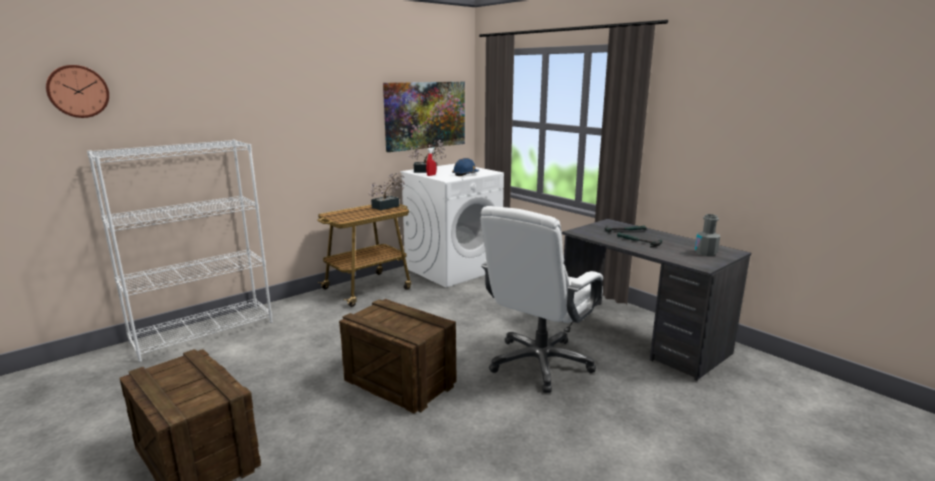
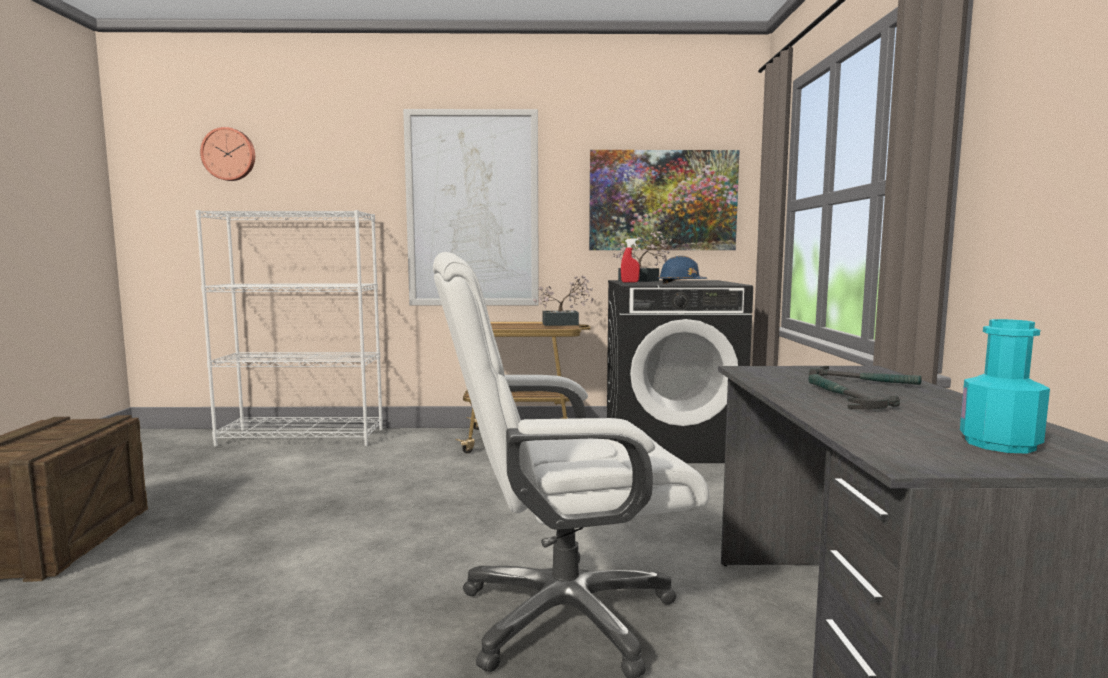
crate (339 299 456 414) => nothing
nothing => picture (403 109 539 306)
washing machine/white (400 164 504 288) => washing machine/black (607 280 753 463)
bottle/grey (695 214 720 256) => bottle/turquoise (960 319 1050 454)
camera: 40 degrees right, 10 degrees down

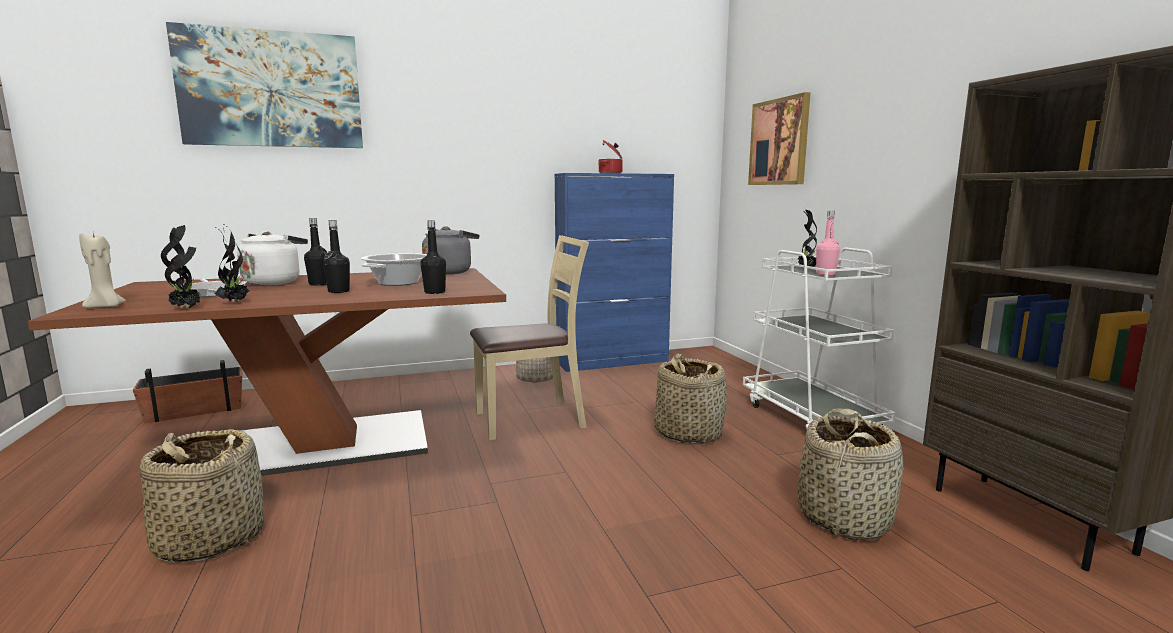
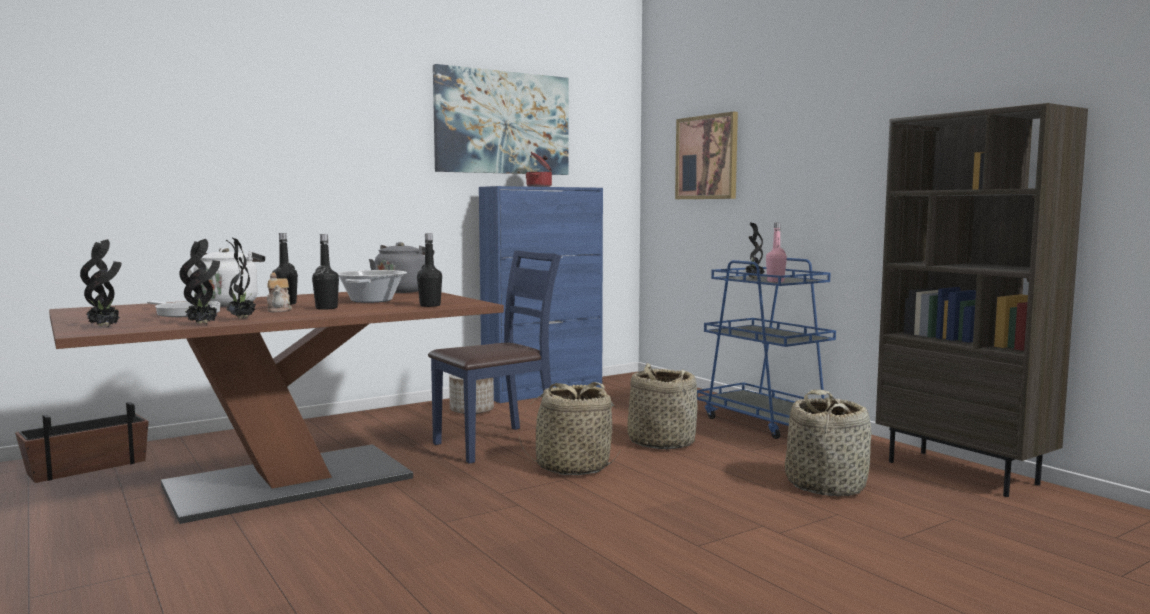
nothing => teapot (267 272 292 312)
basket (140 429 264 563) => basket (519 382 620 475), relocated
picture (166 22 363 148) => picture (433 64 569 175), relocated
candle/beige (79 232 126 308) => potted plant (80 239 122 327)
chair/beige (470 235 589 441) => chair/blue (428 250 561 464)
cart/white (743 247 896 429) => cart/blue (697 258 836 439)
camera: 15 degrees left, 5 degrees down

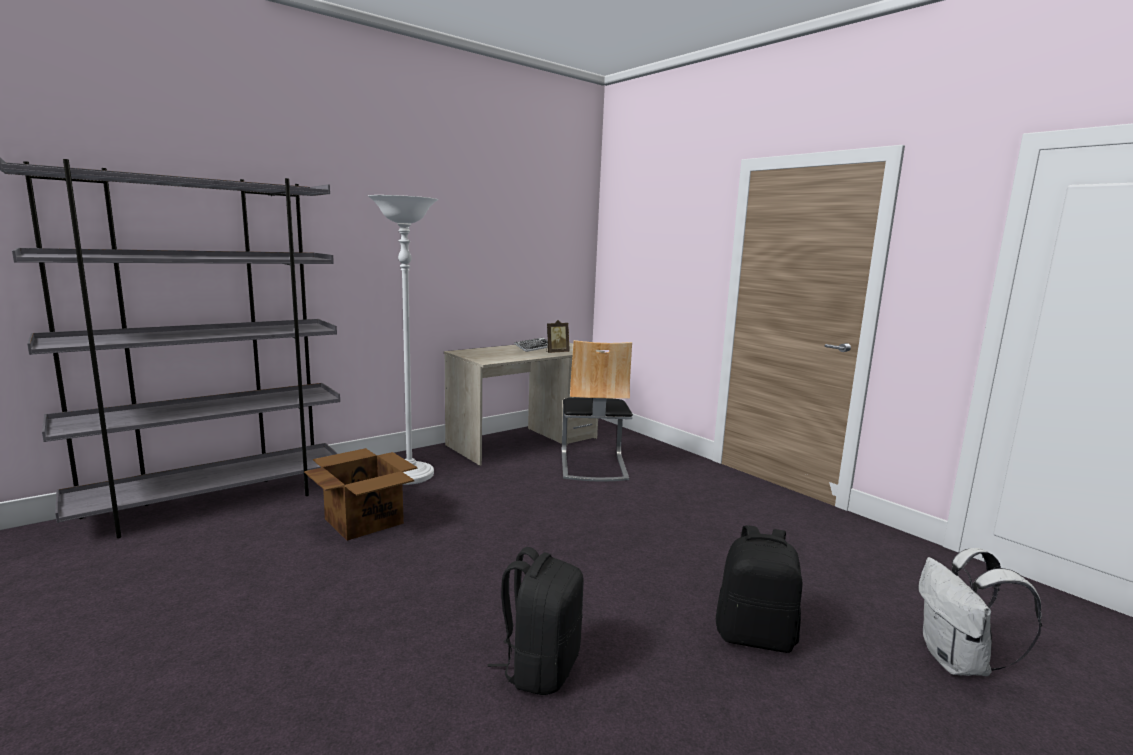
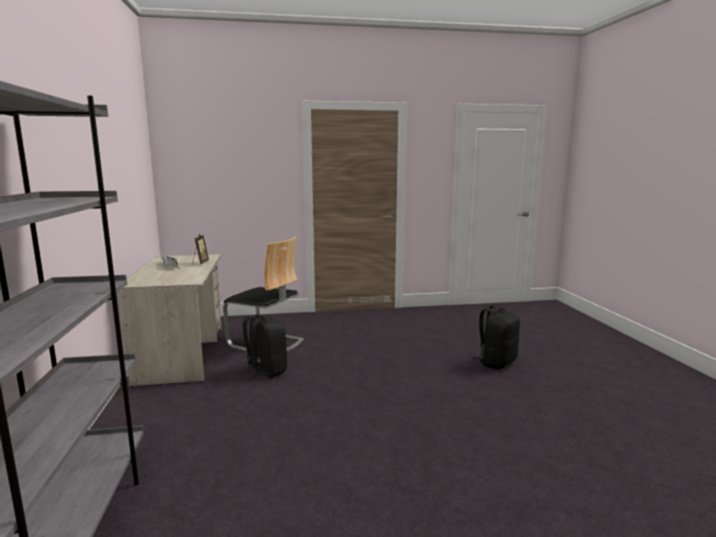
cardboard box (304 448 418 541) => nothing
floor lamp/white (368 195 438 485) => nothing
backpack/white (918 548 1042 676) => nothing
backpack/black (488 547 584 695) => backpack/black (239 315 287 380), relocated
camera: 60 degrees left, 0 degrees up

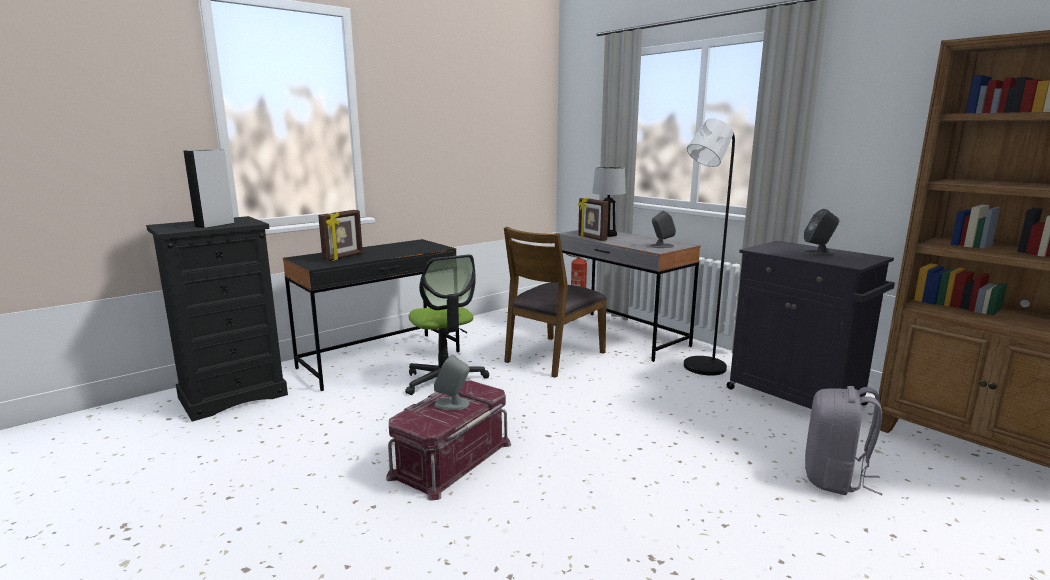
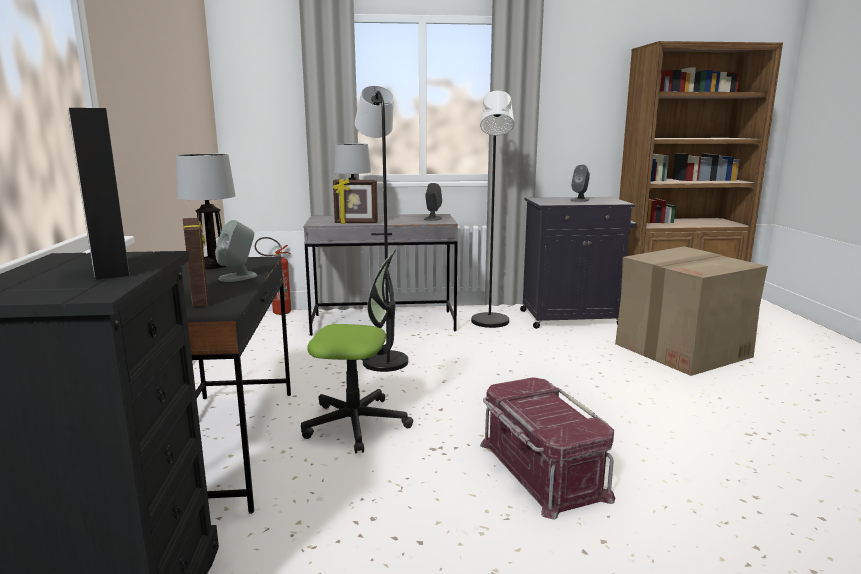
nothing => table lamp (176 154 236 269)
speaker/grey (434 354 470 410) => speaker/grey (215 220 257 282), relocated
chair/brown (504 227 607 378) => floor lamp/black (355 86 408 372)
backpack/grey (805 386 883 495) => cardboard box (615 246 768 376)
camera: 55 degrees left, 0 degrees up

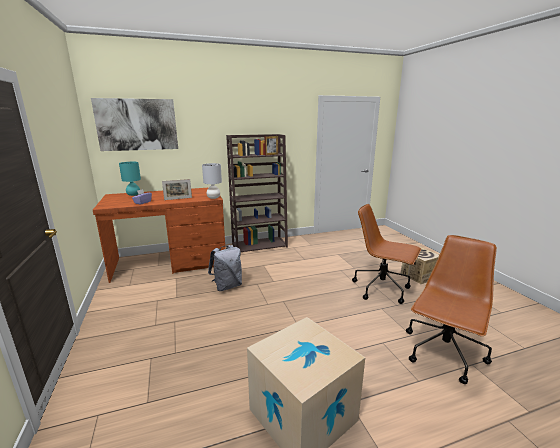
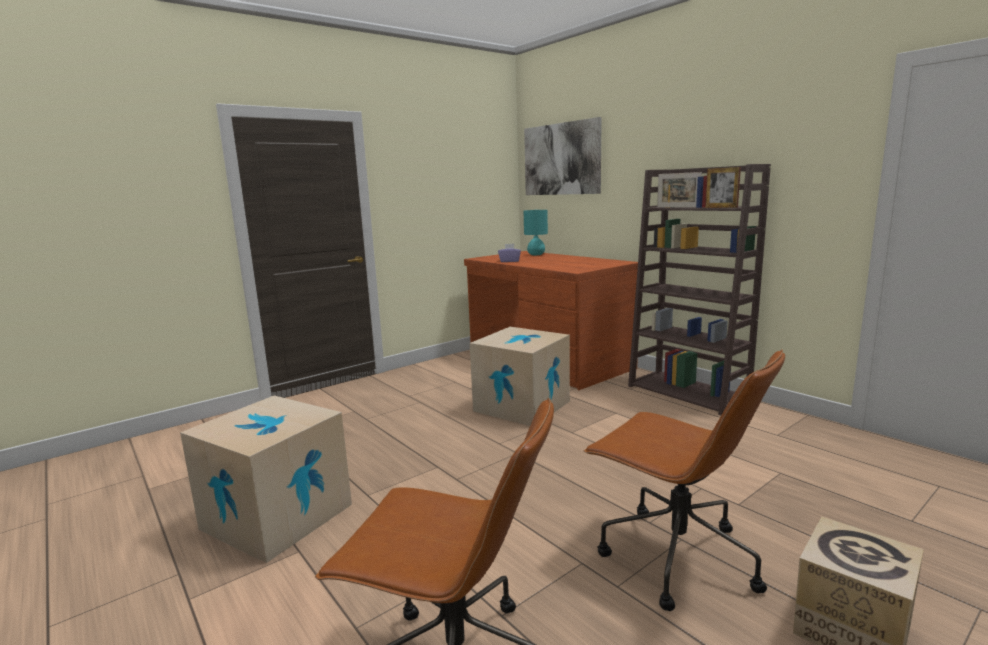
table lamp/grey (202 163 222 199) => nothing
picture frame (162 179 192 200) => picture frame (657 172 702 207), relocated
backpack/grey (208 245 242 291) => cardboard box (470 327 570 426)
office chair/brown (352 204 421 304) => office chair/brown (584 350 785 611), 120 degrees clockwise
camera: 70 degrees right, 5 degrees down

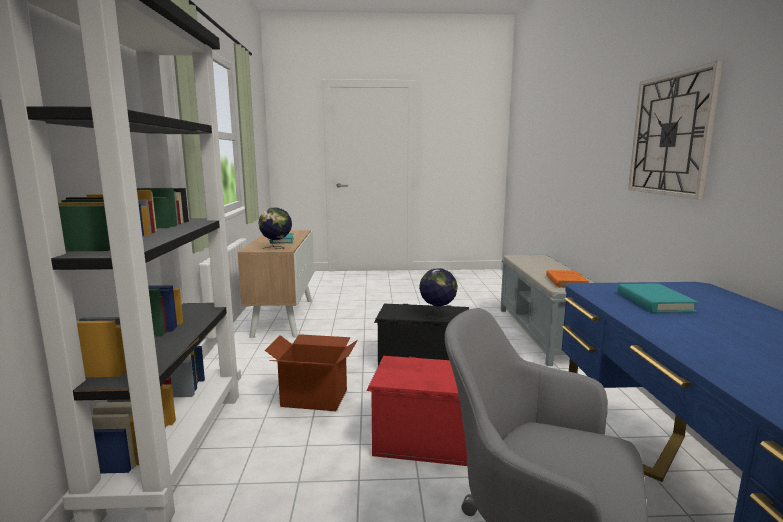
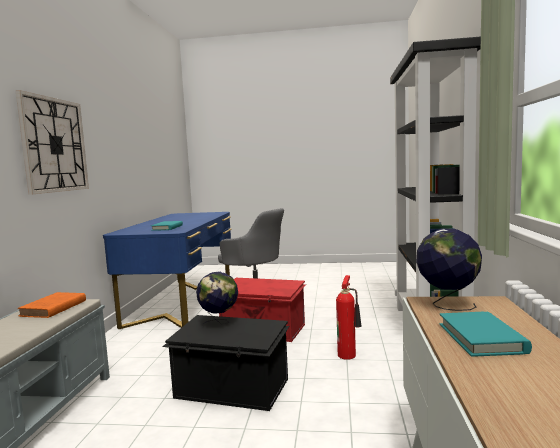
cardboard box (265 334 358 411) => fire extinguisher (336 275 361 360)
camera: 170 degrees left, 5 degrees down

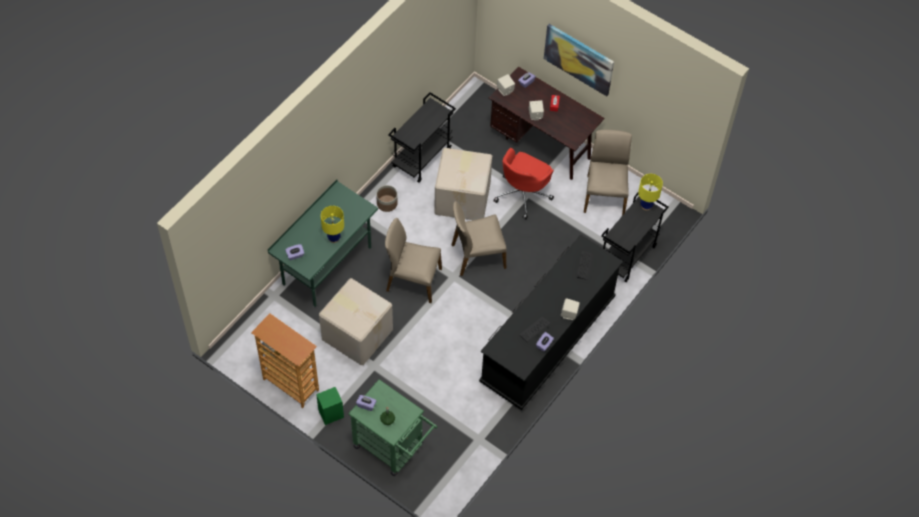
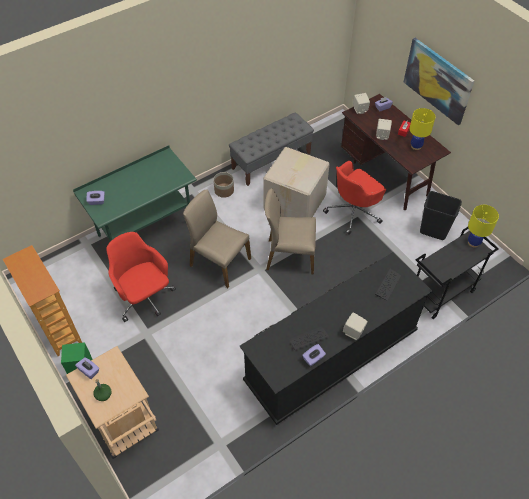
table lamp/yellow (321 206 344 243) => table lamp/yellow (410 108 435 150), relocated
cardboard box (319 278 393 365) => office chair/red (106 232 176 322)
cart/black (388 92 456 183) => bench/grey (229 112 314 186)
chair/beige (584 130 632 216) => trash can/black (420 191 462 240)
cart/green (348 379 437 476) => cart/beige (66 346 159 459)
camera: 20 degrees right, 5 degrees down

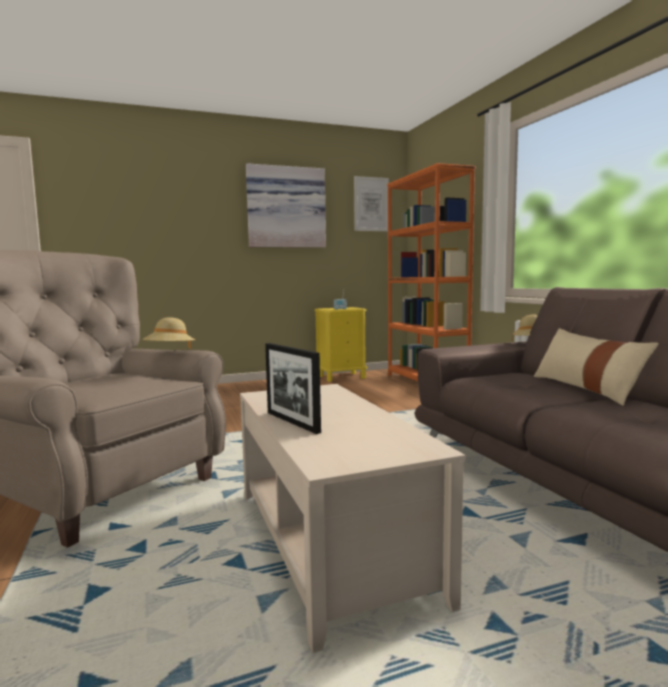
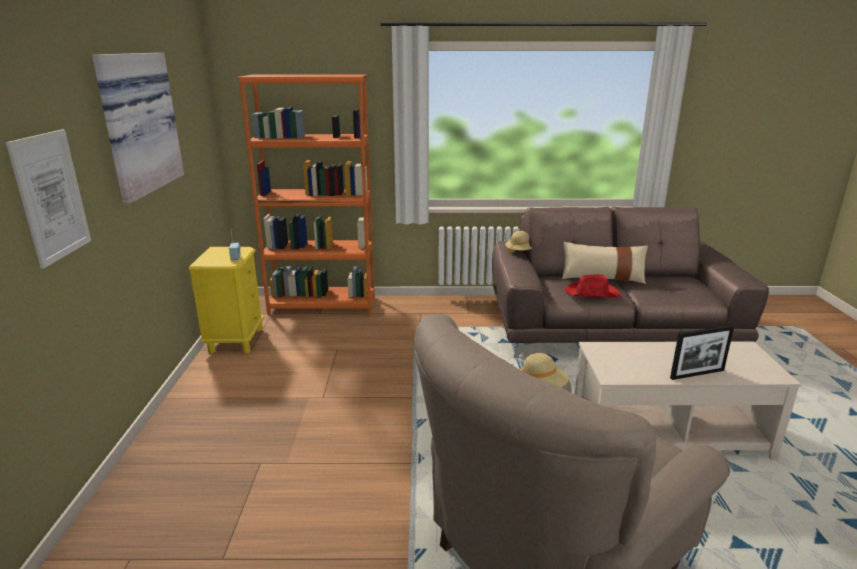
nothing => hat/red (565 274 620 298)
picture (354 176 389 231) => picture (6 129 91 269), relocated
camera: 70 degrees left, 15 degrees up

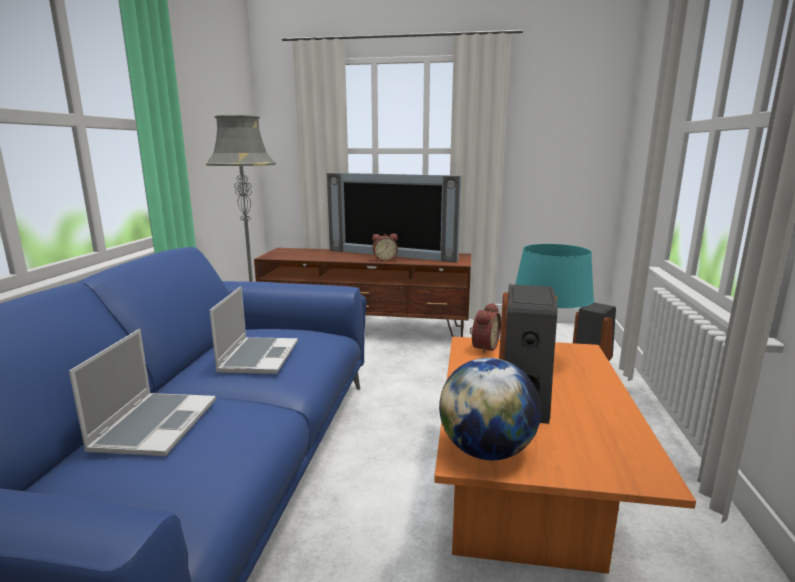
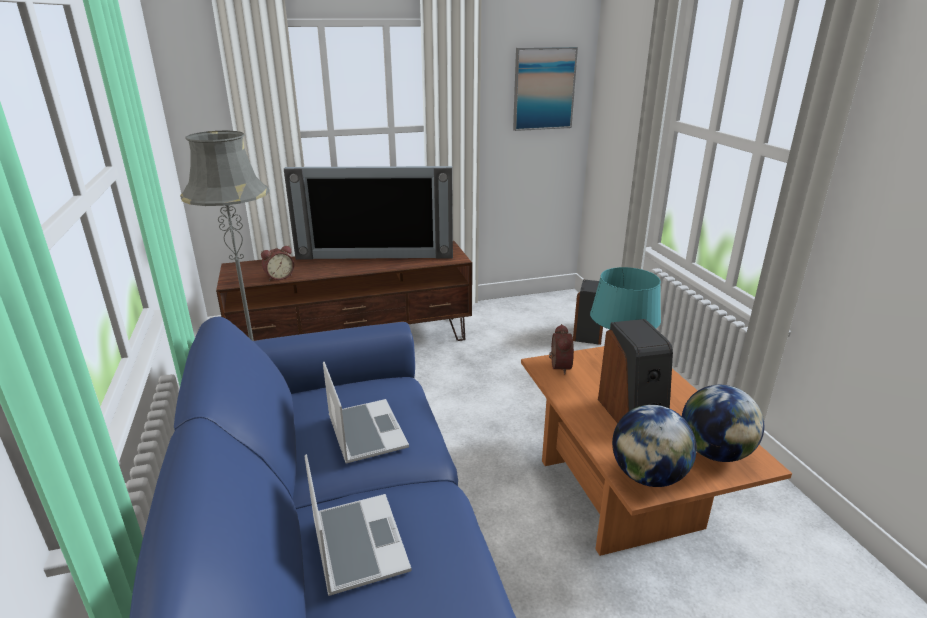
nothing => picture (513 47 578 131)
nothing => globe (682 385 764 462)
alarm clock (372 233 398 261) => alarm clock (261 246 294 281), relocated
camera: 25 degrees left, 10 degrees up

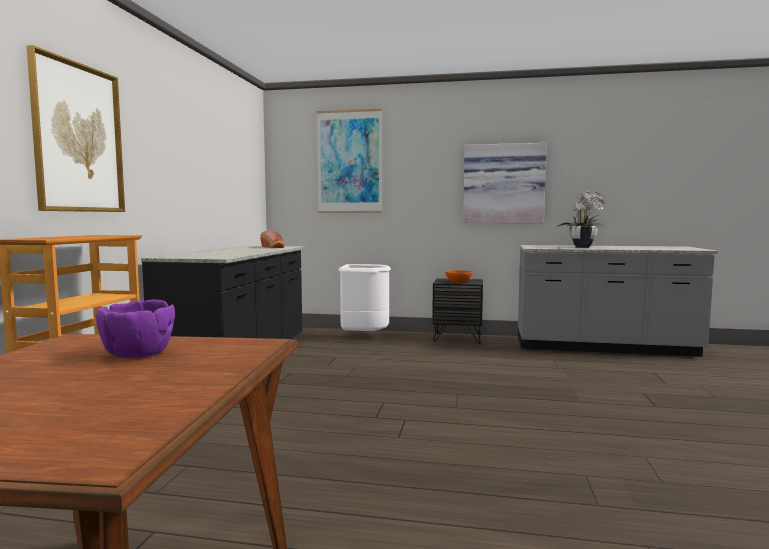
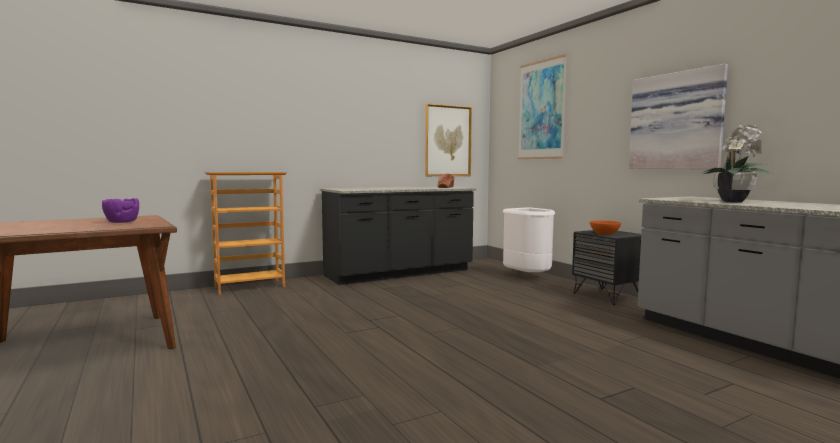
picture (26 45 125 212) => picture (425 104 472 176), relocated
camera: 50 degrees right, 0 degrees up

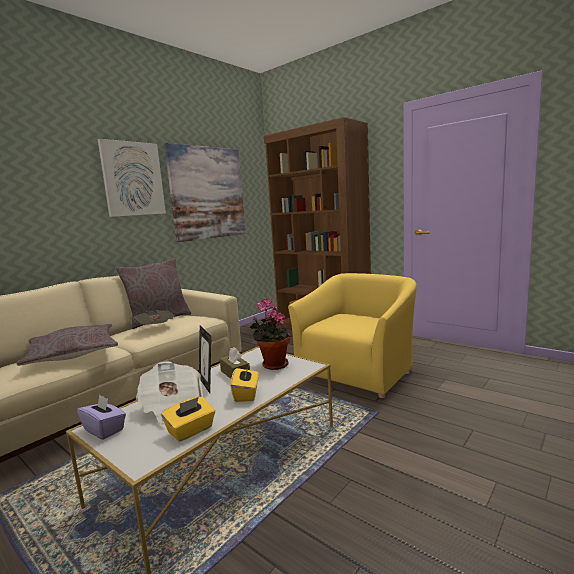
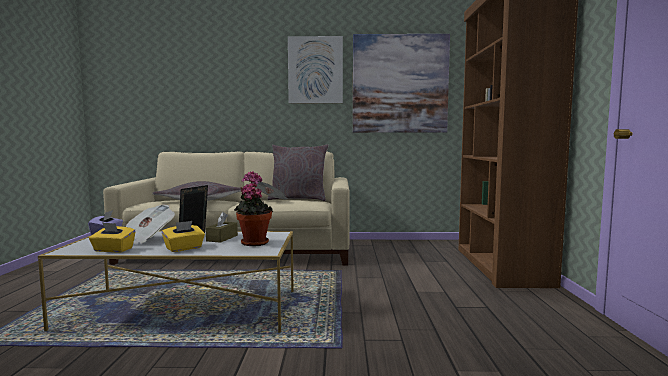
armchair/yellow (288 273 417 398) => nothing
camera: 50 degrees right, 5 degrees down

